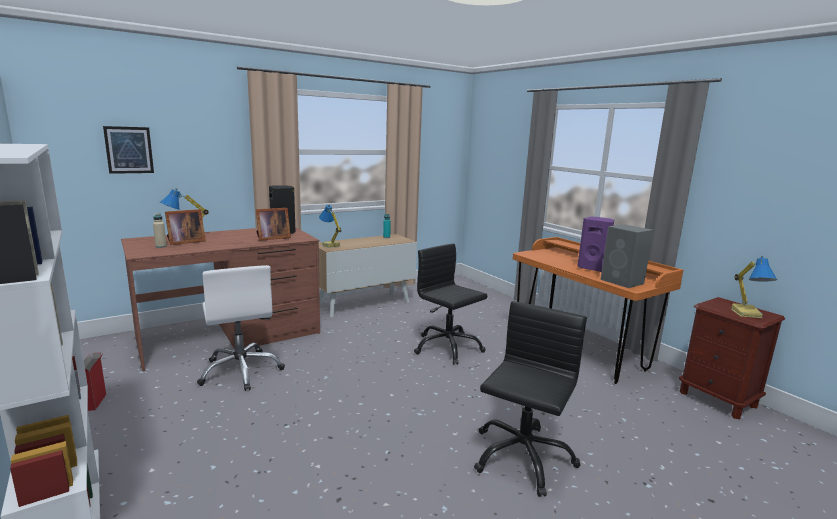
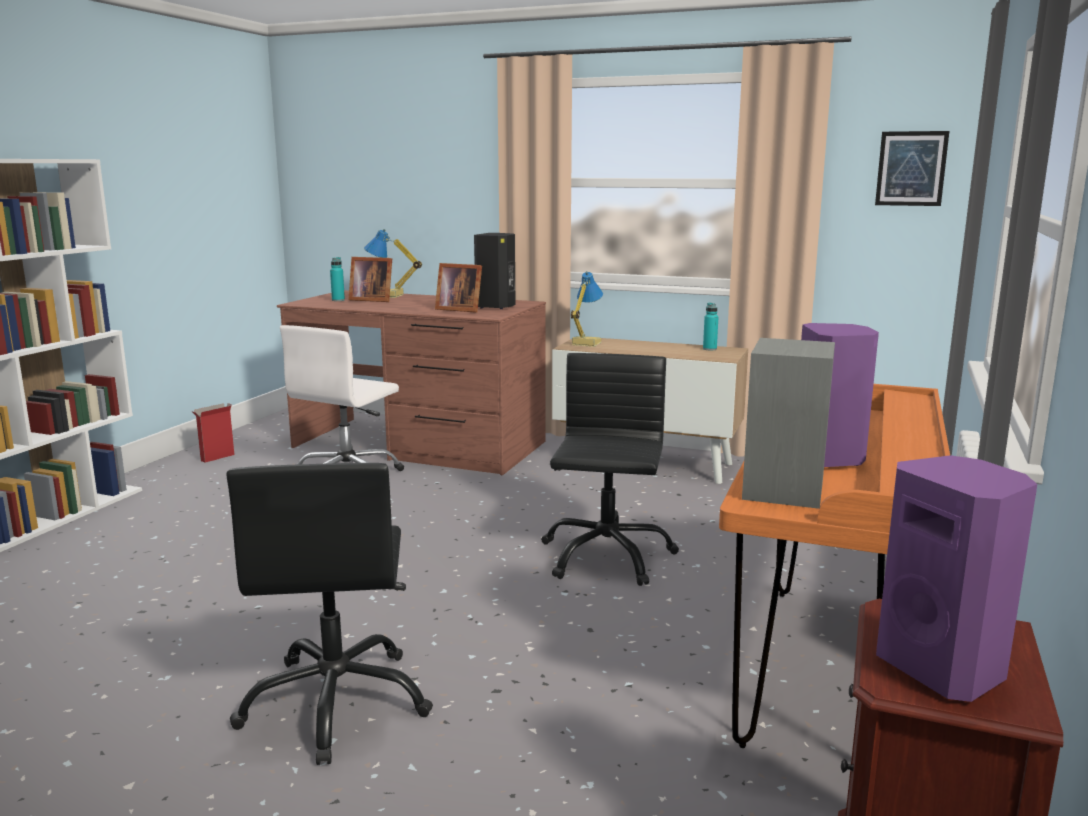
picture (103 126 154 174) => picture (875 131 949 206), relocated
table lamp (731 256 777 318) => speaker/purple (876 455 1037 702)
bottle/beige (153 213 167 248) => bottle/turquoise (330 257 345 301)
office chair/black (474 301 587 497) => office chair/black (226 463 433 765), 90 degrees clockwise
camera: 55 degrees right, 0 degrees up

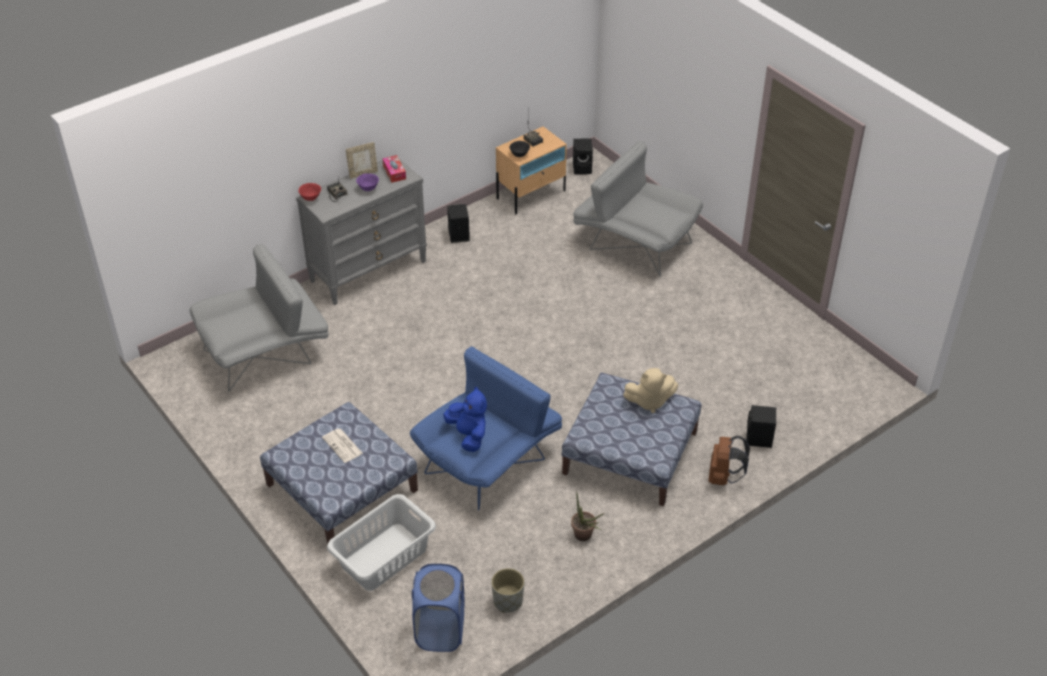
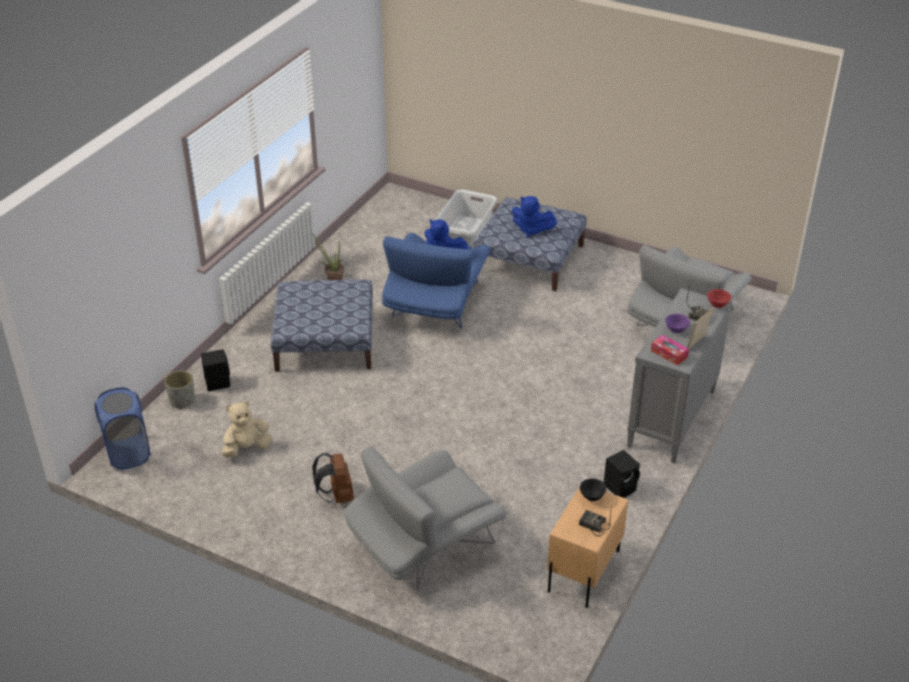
speaker/black (573 138 593 175) => nothing
laundry basket/blue (412 564 464 652) => laundry basket/blue (95 387 151 470), relocated
planter/grey (491 568 524 613) => planter/grey (164 371 195 409), relocated
plush toy/beige (623 368 678 413) => plush toy/beige (221 401 272 457), relocated
backpack/brown (708 436 750 485) => backpack/brown (312 453 354 503), relocated
newspaper (322 428 363 463) => plush toy/blue (512 196 557 237)
armchair/grey (573 141 703 276) => armchair/grey (344 447 507 590), 135 degrees clockwise
camera: 155 degrees right, 5 degrees down

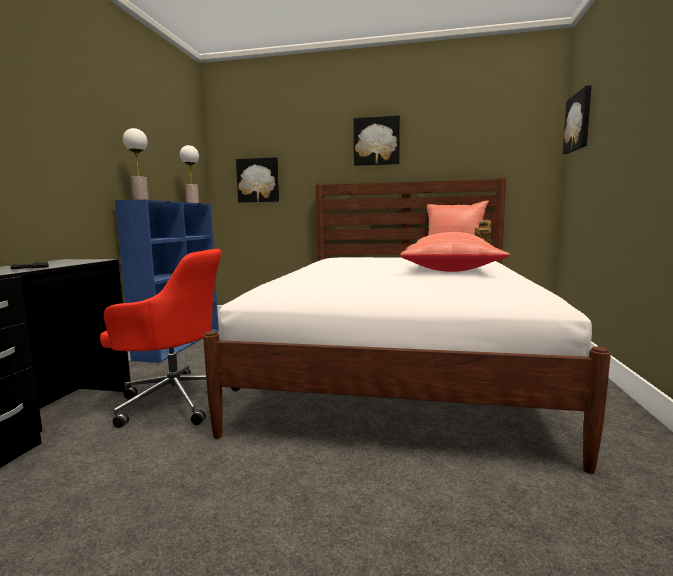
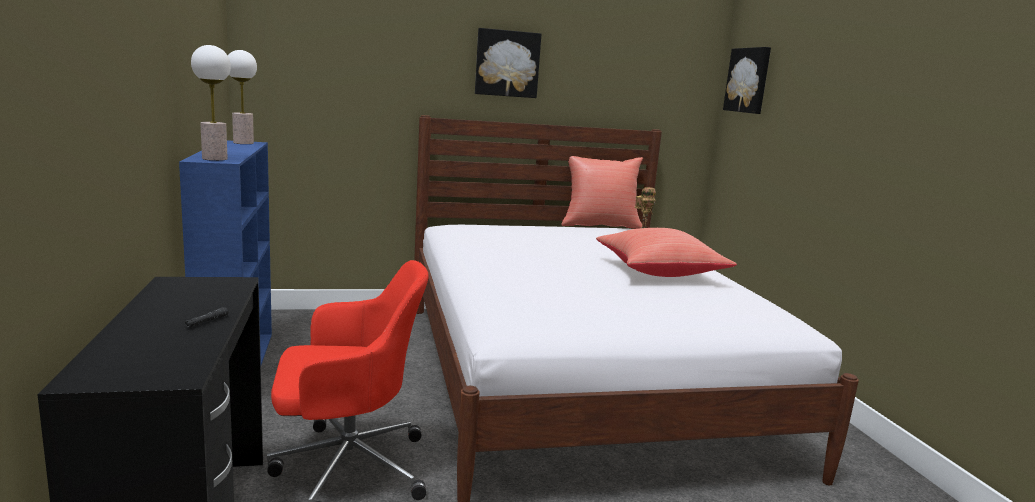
picture (236 157 279 203) => nothing
camera: 25 degrees left, 5 degrees up

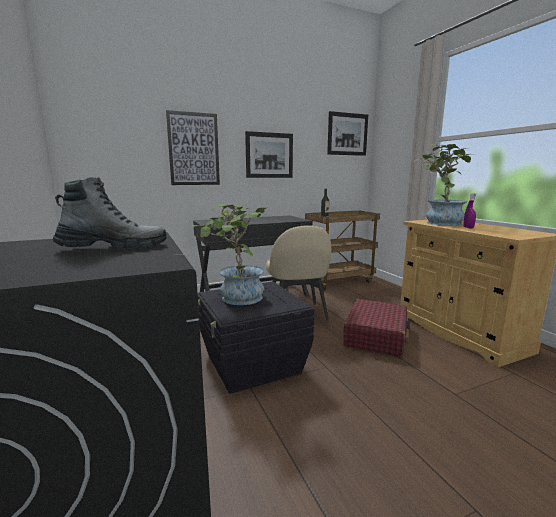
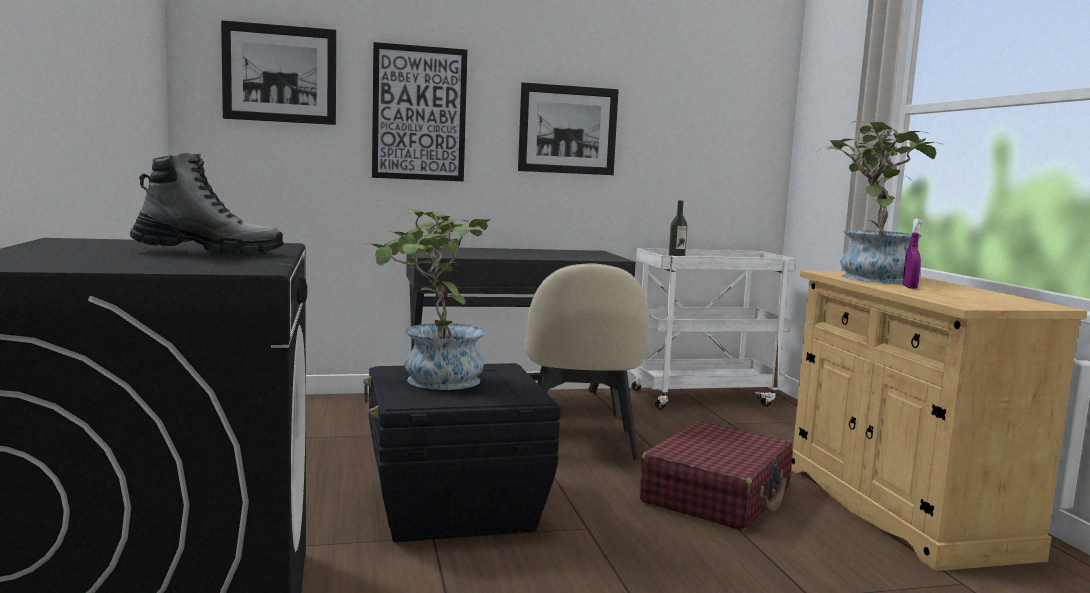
picture (327 111 368 156) => picture (221 20 336 125), relocated
cart/brown (305 211 380 290) => cart/white (629 248 796 410)
camera: 10 degrees right, 5 degrees down

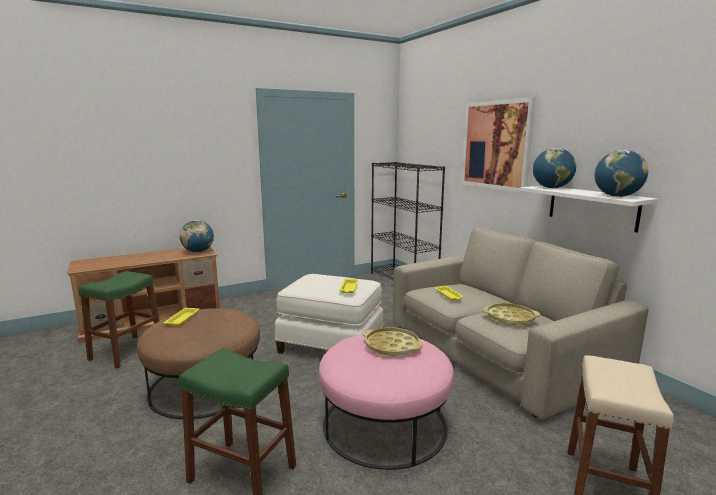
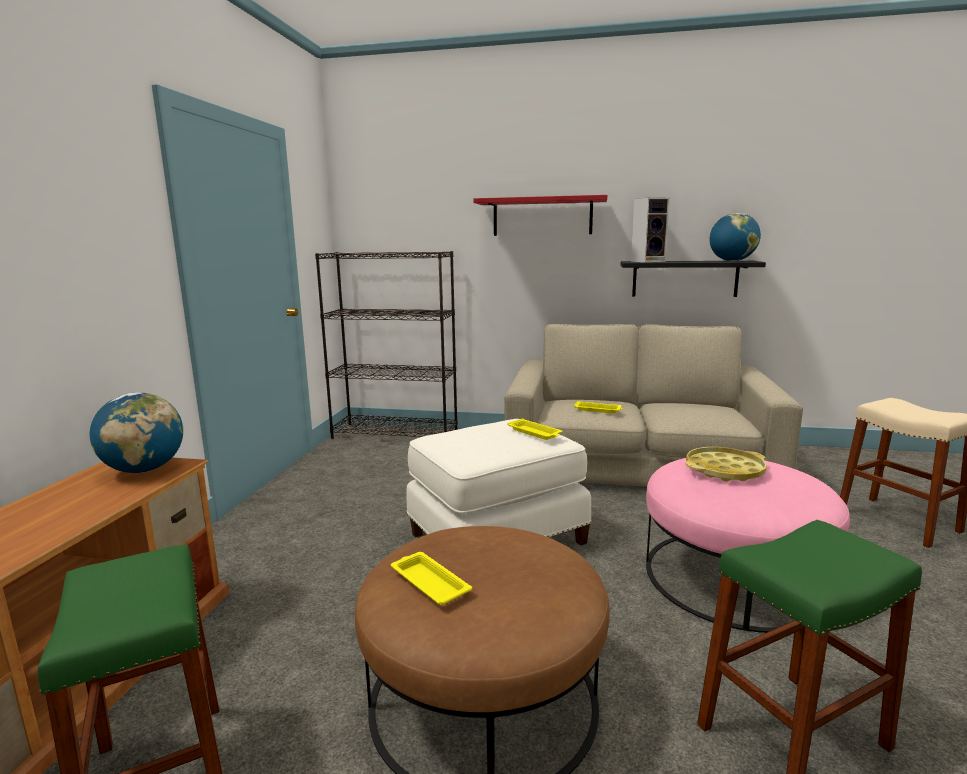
tray/yellow (483 303 540 325) => nothing
picture (461 97 536 193) => shelf/red (473 195 607 236)
globe (533 148 576 188) => speaker (631 198 670 262)
shelf/white (520 186 658 233) => shelf/black (621 261 766 297)
camera: 50 degrees left, 0 degrees up

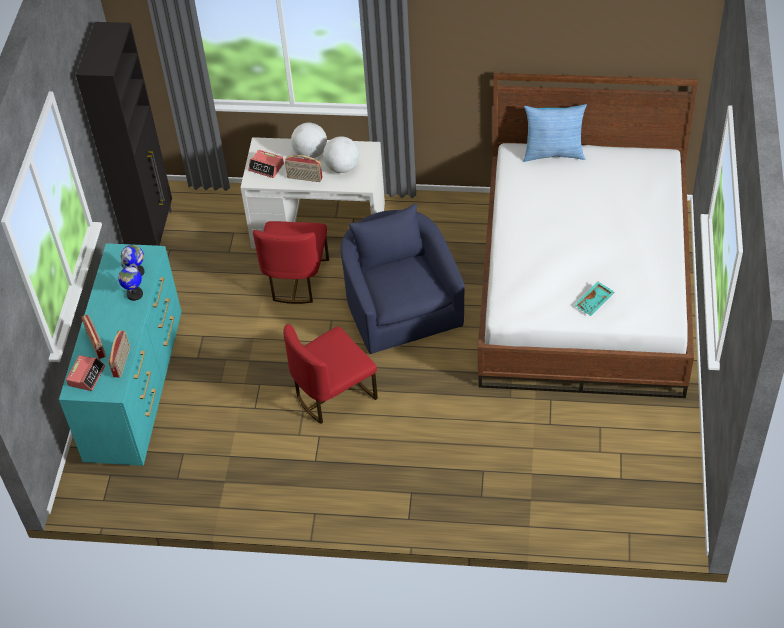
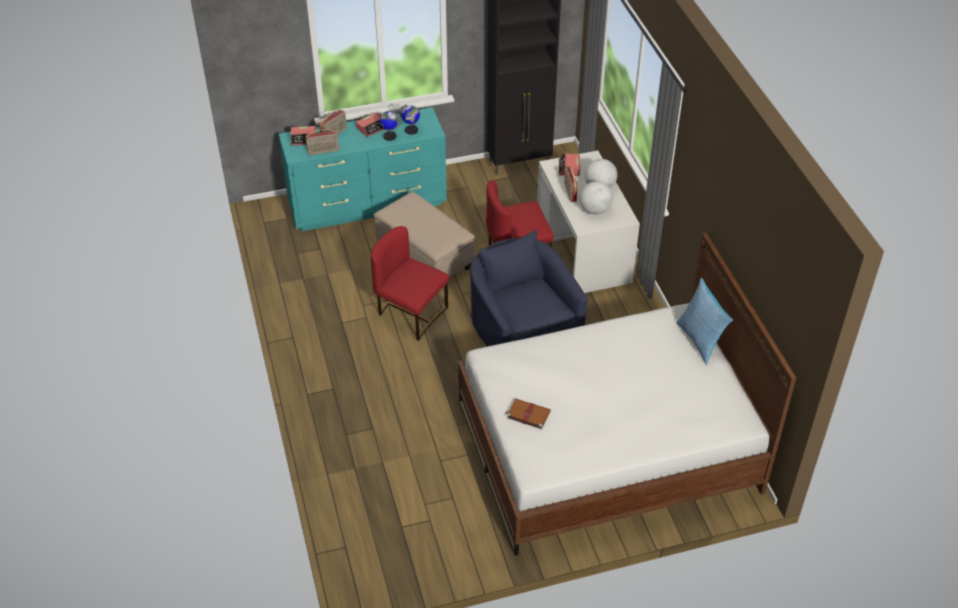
nothing => alarm clock (356 113 384 137)
nothing => ottoman/beige (374 191 475 277)
tray/turquoise (574 281 614 316) => book/brown (506 399 551 429)
armchair/blue (341 204 465 354) => armchair/blue (470 230 588 347), 75 degrees counterclockwise
camera: 65 degrees right, 5 degrees down

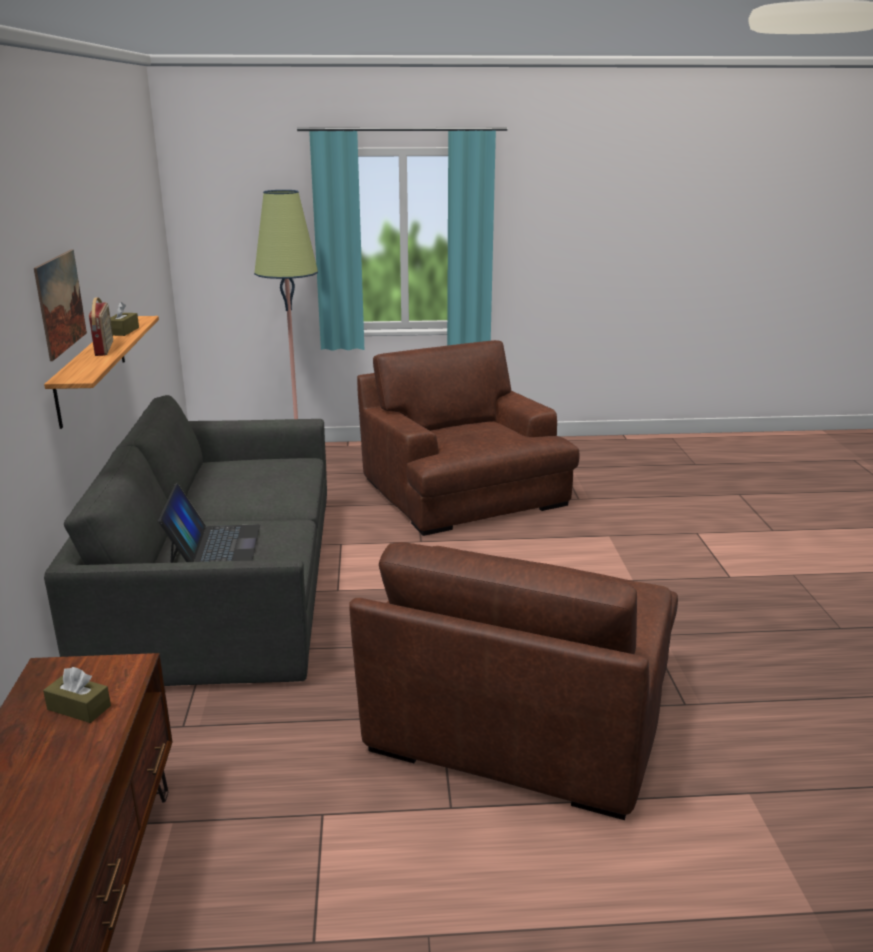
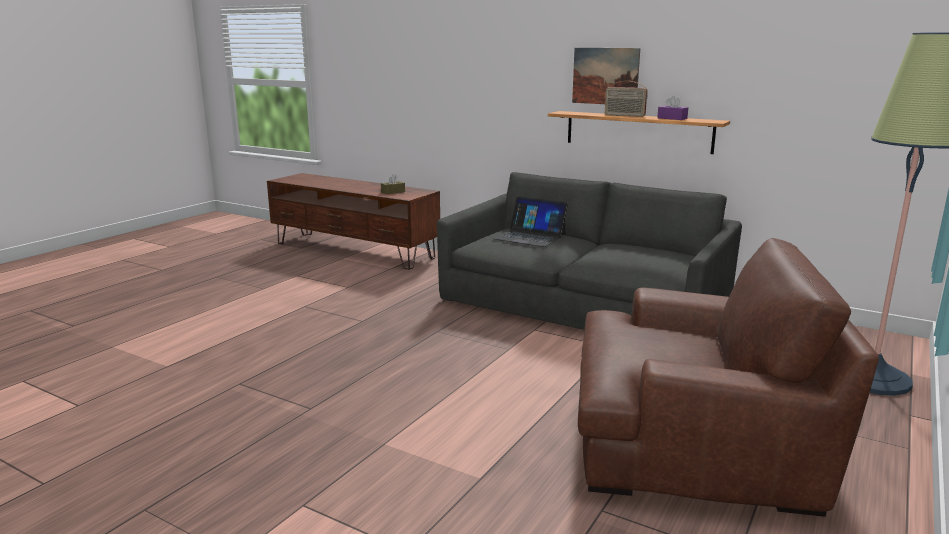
armchair/brown (350 542 678 820) => nothing
tissue box/brown (110 302 139 336) => tissue box/purple (657 96 688 120)
camera: 125 degrees right, 5 degrees down

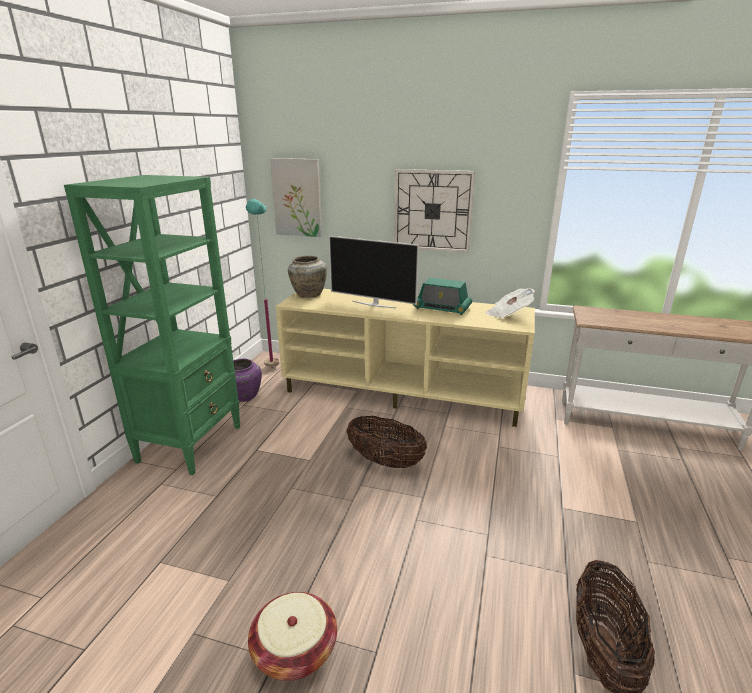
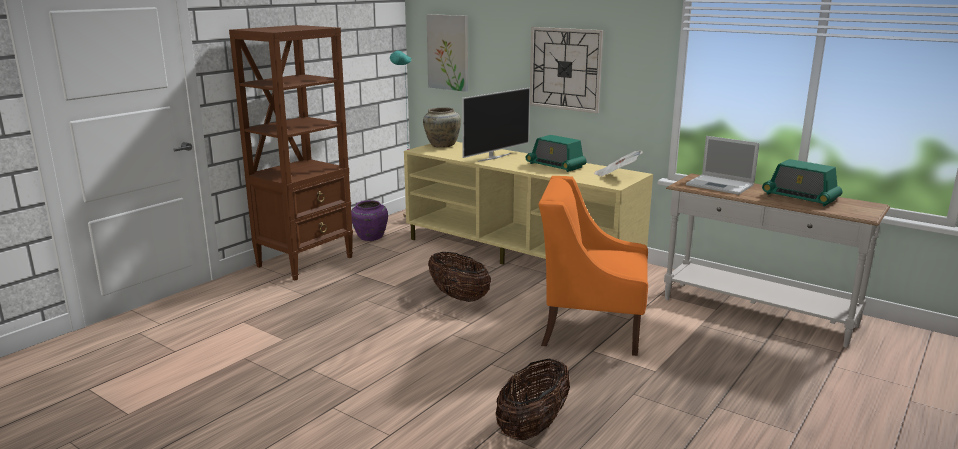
basket (248 592 337 681) => nothing
nothing => armchair/orange (538 176 648 356)
nothing => laptop (686 136 760 195)
nothing => radio (762 159 843 206)
bookcase/green (64 175 241 475) => bookcase/brown (229 25 353 281)
television (329 236 419 308) => television (462 87 530 162), 90 degrees counterclockwise
camera: 20 degrees right, 5 degrees down

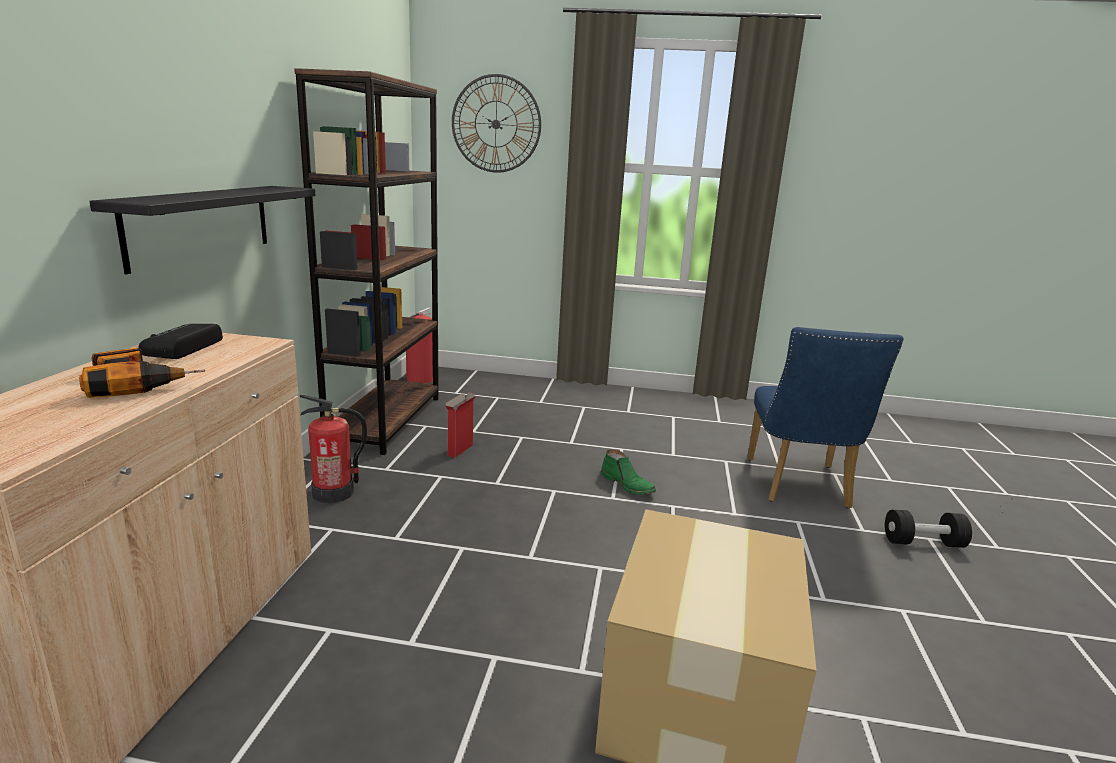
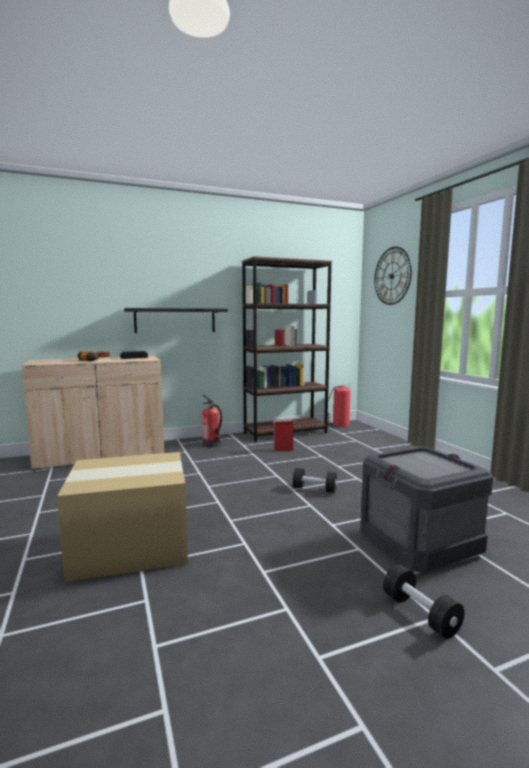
boot/green (601 449 656 495) => dumbbell/black (293 468 337 493)
chair/blue (747 327 903 509) => crate (360 447 493 573)
camera: 60 degrees right, 10 degrees down

